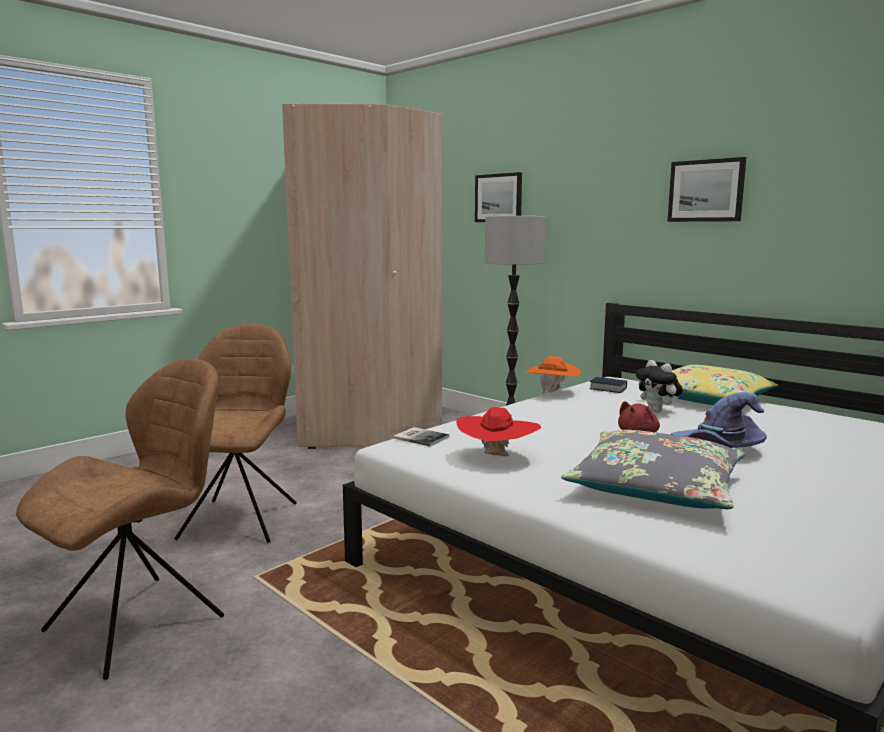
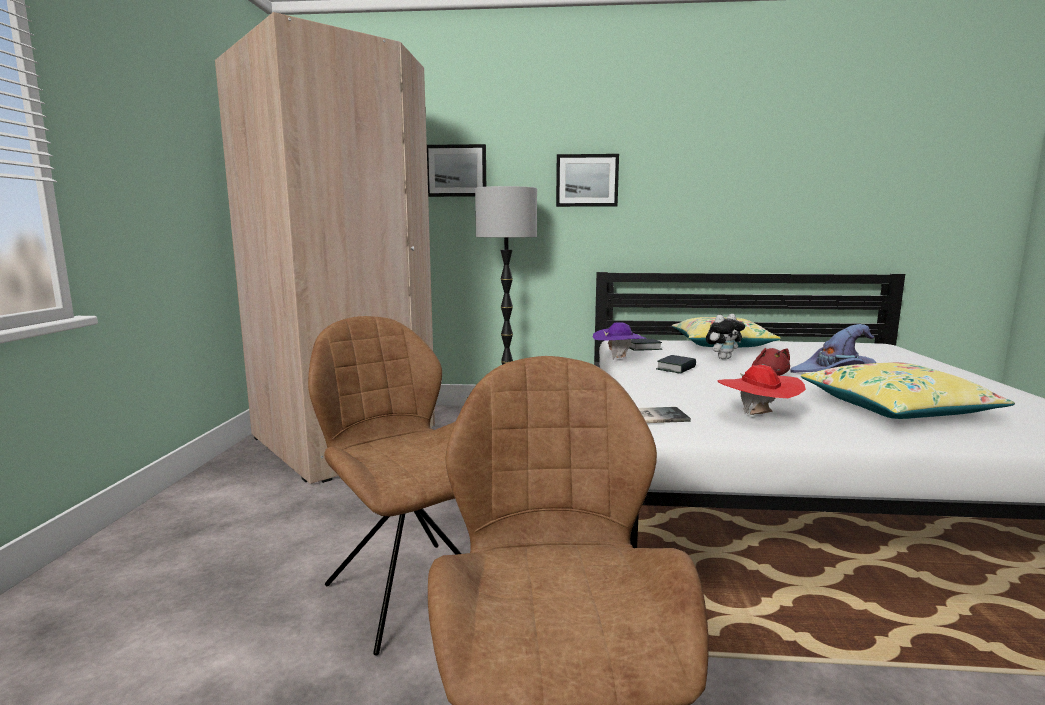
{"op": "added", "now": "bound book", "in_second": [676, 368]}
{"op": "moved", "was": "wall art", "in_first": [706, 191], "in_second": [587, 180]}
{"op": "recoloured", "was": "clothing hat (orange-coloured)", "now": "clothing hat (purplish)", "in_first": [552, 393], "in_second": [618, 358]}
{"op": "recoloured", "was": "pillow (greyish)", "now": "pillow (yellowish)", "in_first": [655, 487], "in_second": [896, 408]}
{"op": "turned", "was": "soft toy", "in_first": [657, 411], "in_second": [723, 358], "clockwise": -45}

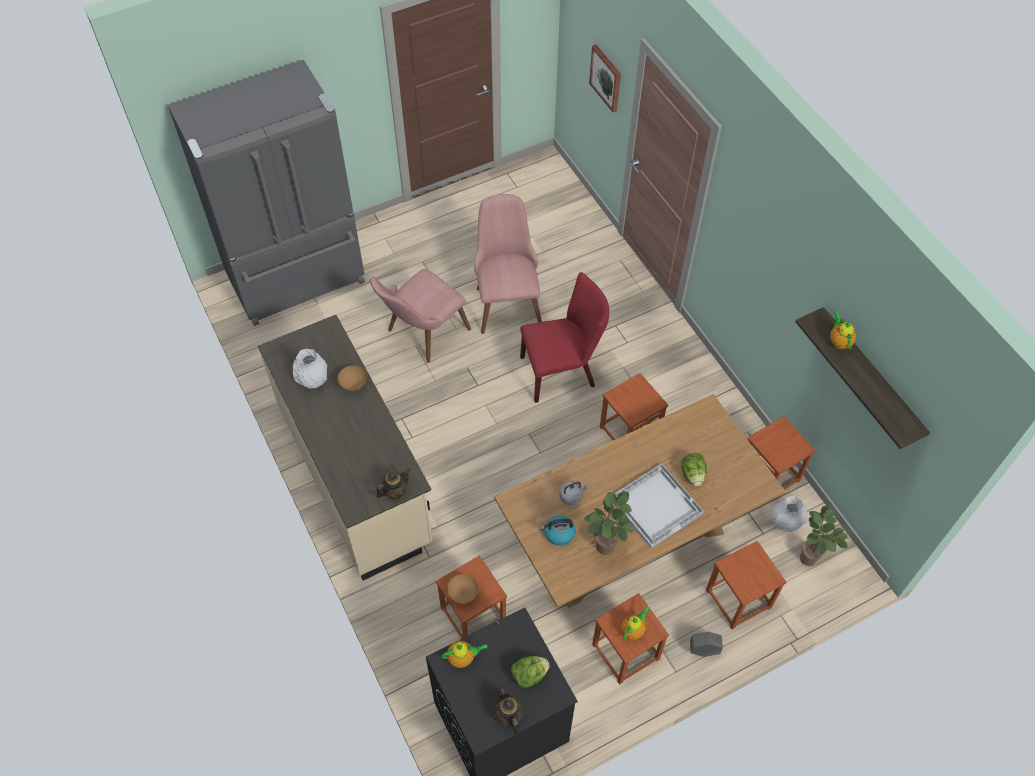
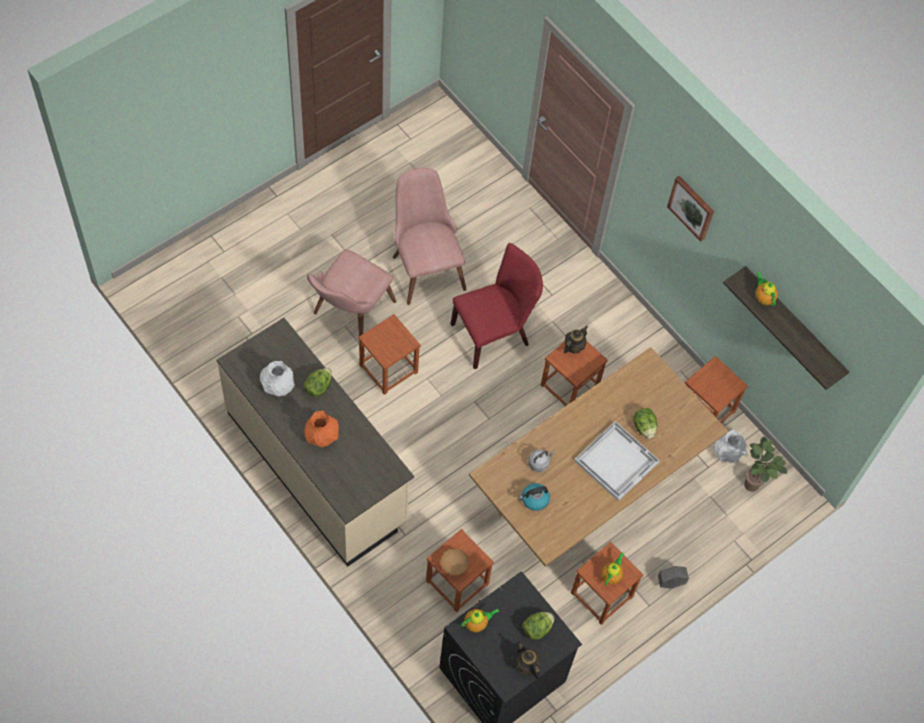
{"op": "removed", "was": "fridge (greyish)", "in_first": [298, 279]}
{"op": "removed", "was": "houseplant", "in_first": [605, 549]}
{"op": "added", "now": "vase (orange-coloured)", "in_second": [322, 436]}
{"op": "moved", "was": "teapot", "in_first": [394, 491], "in_second": [573, 347]}
{"op": "moved", "was": "wall art", "in_first": [606, 78], "in_second": [692, 207]}
{"op": "moved", "was": "stool (brown-coloured)", "in_first": [738, 599], "in_second": [388, 369]}
{"op": "replaced", "was": "deep dish (brown-coloured)", "now": "lettuce head", "in_first": [353, 385], "in_second": [318, 387]}

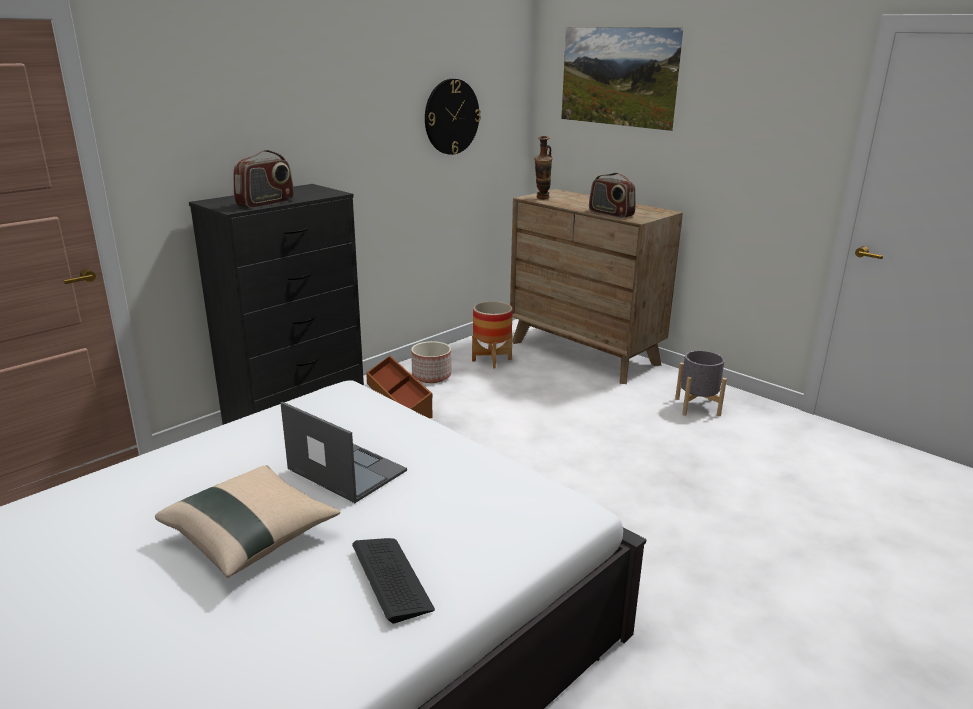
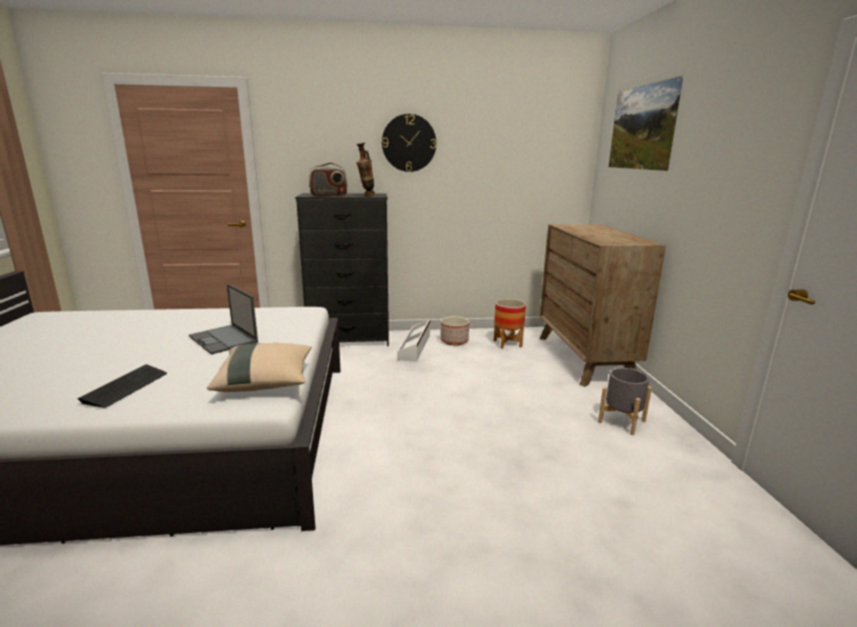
{"op": "removed", "was": "radio set", "in_first": [610, 214]}
{"op": "moved", "was": "pillow (sand-coloured)", "in_first": [251, 537], "in_second": [266, 382]}
{"op": "moved", "was": "wall clock", "in_first": [451, 117], "in_second": [409, 143]}
{"op": "moved", "was": "vase", "in_first": [542, 199], "in_second": [366, 196]}
{"op": "recoloured", "was": "storage bin (brown-coloured)", "now": "storage bin (whitish)", "in_first": [399, 399], "in_second": [415, 347]}
{"op": "turned", "was": "notebook computer", "in_first": [345, 470], "in_second": [224, 339], "clockwise": 150}

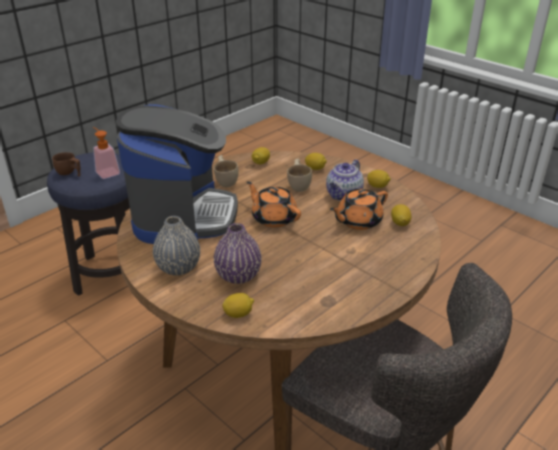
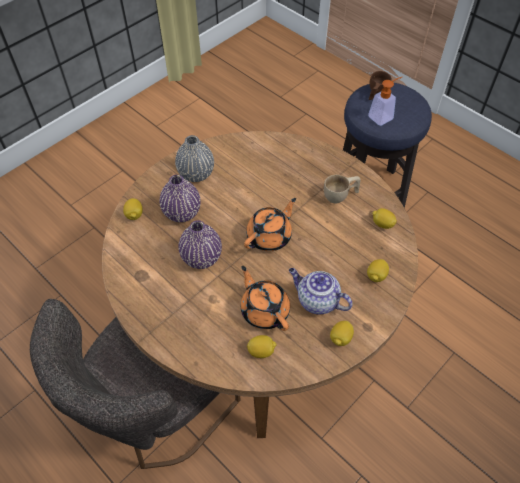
{"op": "removed", "was": "coffee machine", "in_first": [184, 216]}
{"op": "removed", "was": "small cup (sand-coloured)", "in_first": [299, 184]}
{"op": "added", "now": "vase (purplish)", "in_second": [201, 257]}

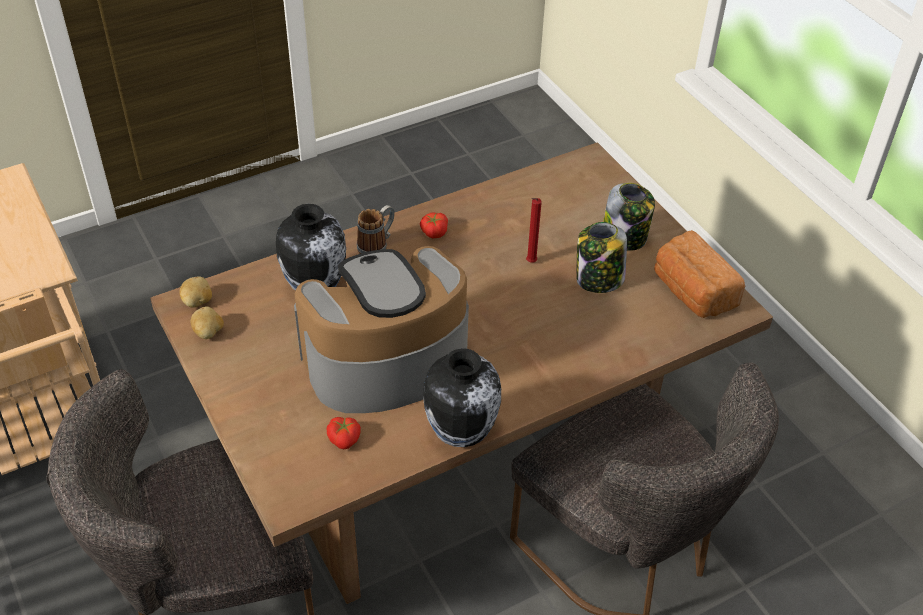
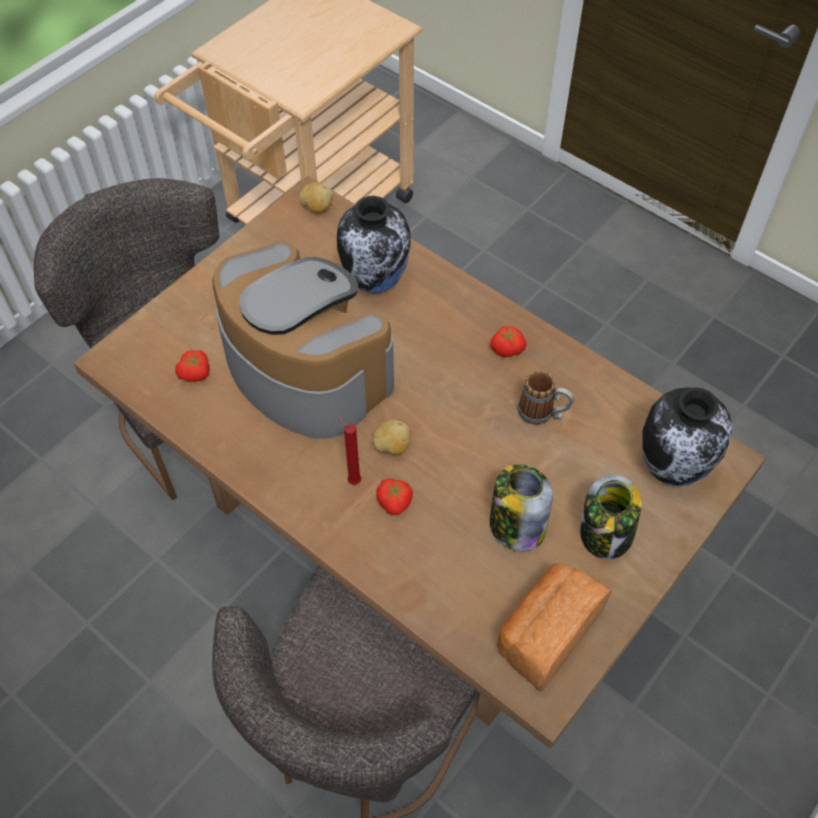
{"op": "added", "now": "fresh tomato", "in_second": [395, 501]}
{"op": "moved", "was": "potato", "in_first": [209, 332], "in_second": [392, 446]}
{"op": "moved", "was": "mug", "in_first": [377, 245], "in_second": [543, 413]}
{"op": "moved", "was": "vase", "in_first": [461, 434], "in_second": [672, 469]}
{"op": "moved", "was": "wax light (red)", "in_first": [530, 263], "in_second": [352, 480]}

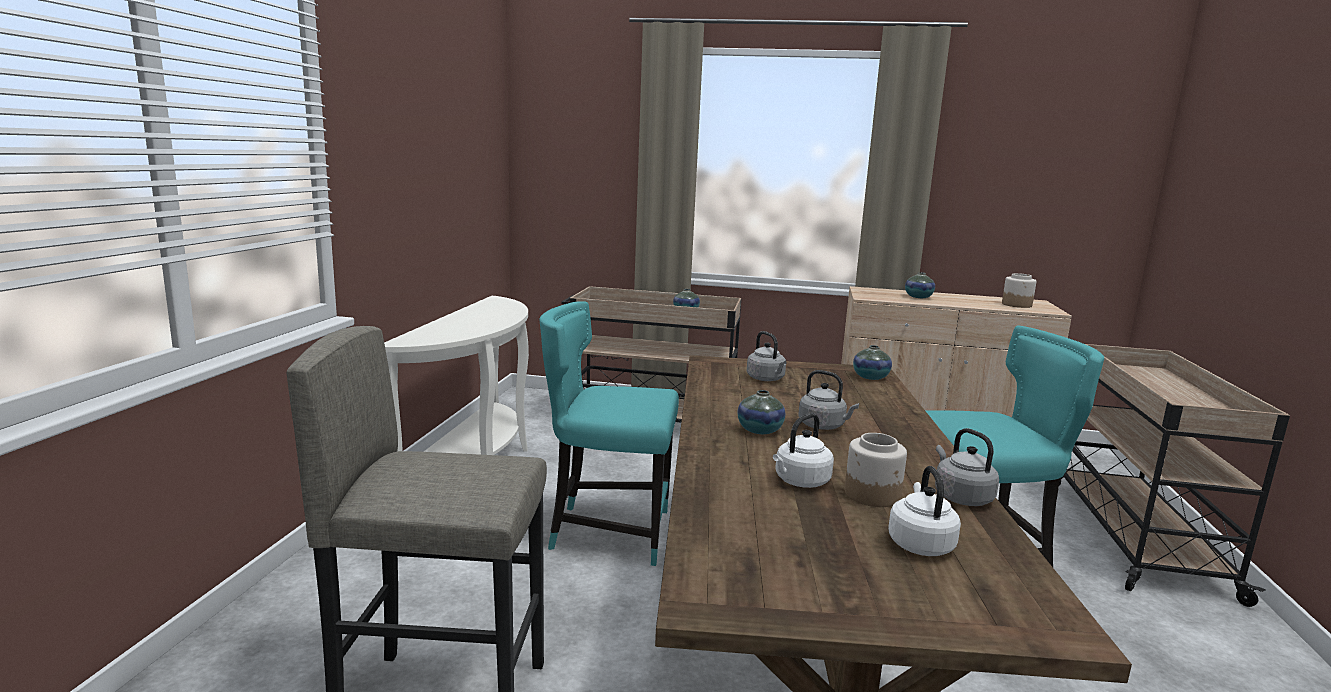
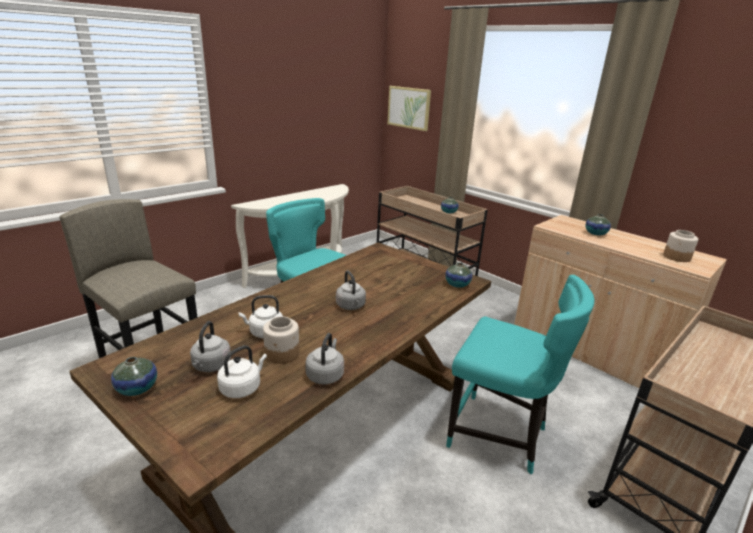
{"op": "added", "now": "wall art", "in_second": [409, 107]}
{"op": "moved", "was": "vase", "in_first": [759, 430], "in_second": [137, 388]}
{"op": "moved", "was": "water kettle (greyish)", "in_first": [766, 379], "in_second": [211, 366]}

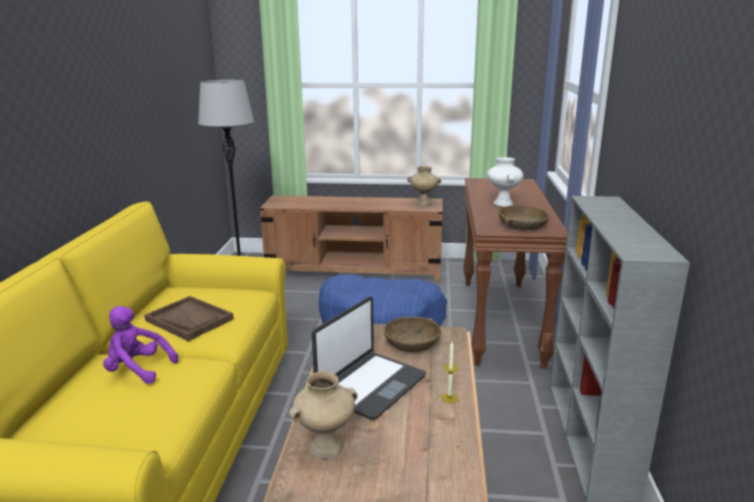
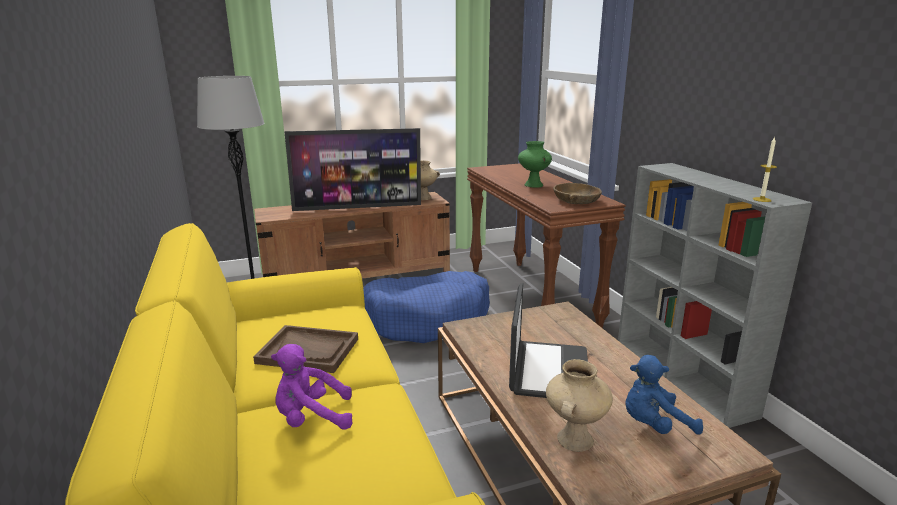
{"op": "removed", "was": "deep dish (brown-coloured)", "in_first": [412, 342]}
{"op": "added", "now": "TV set", "in_second": [358, 207]}
{"op": "added", "now": "soft toy (blue-coloured)", "in_second": [654, 425]}
{"op": "moved", "was": "wax light", "in_first": [449, 398], "in_second": [762, 199]}
{"op": "recoloured", "was": "vase (whitish)", "now": "vase (greenish)", "in_first": [502, 203], "in_second": [533, 185]}

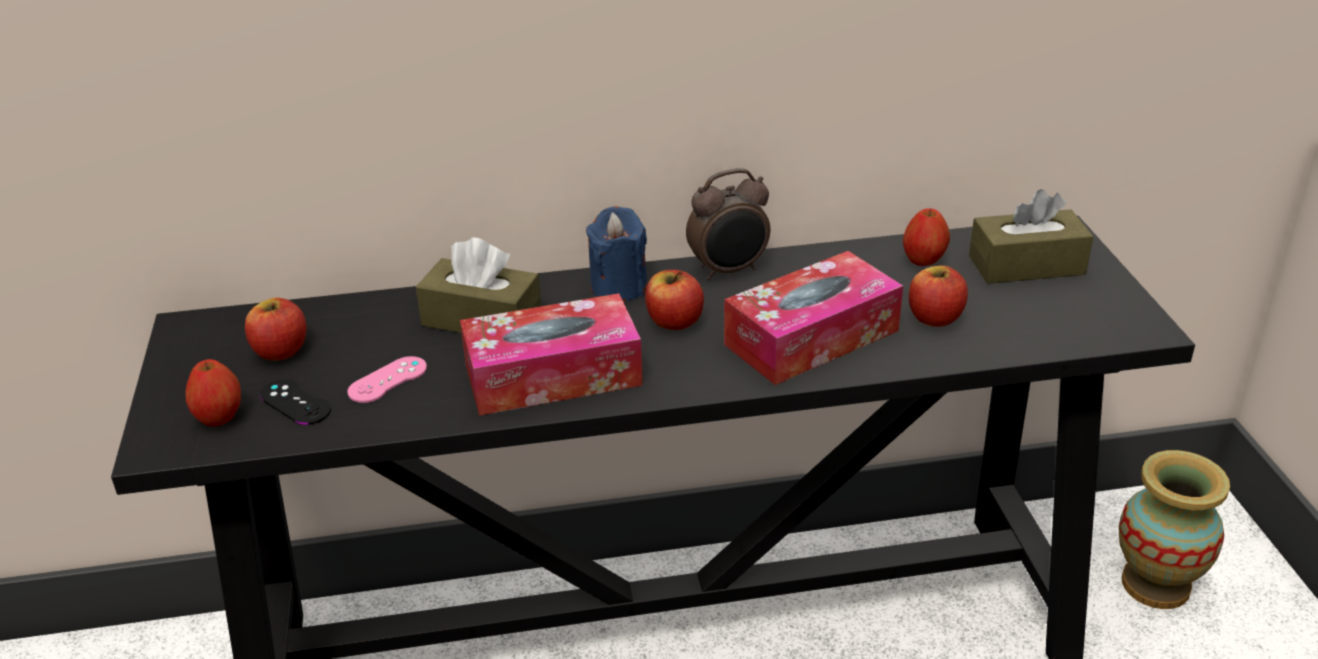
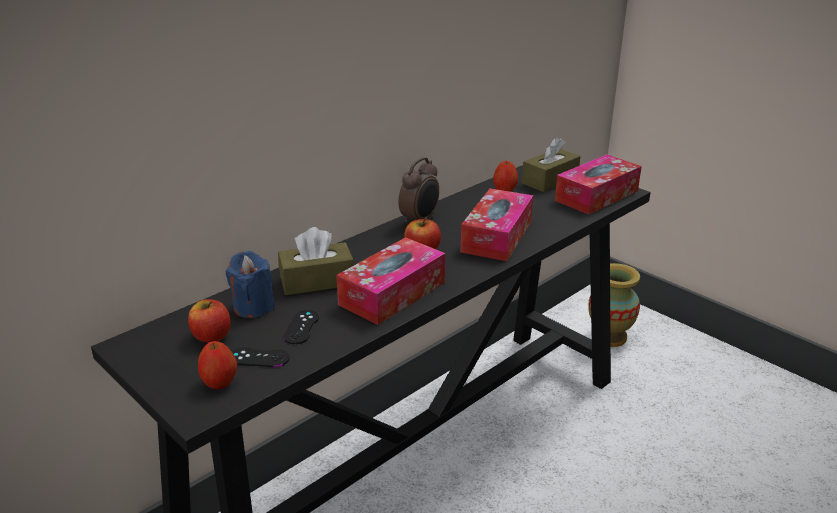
{"op": "removed", "was": "whole apple", "in_first": [934, 318]}
{"op": "added", "now": "tissue box", "in_second": [596, 195]}
{"op": "moved", "was": "wax light (blue-coloured)", "in_first": [618, 287], "in_second": [253, 307]}
{"op": "recoloured", "was": "joypad (pink)", "now": "joypad (black-coloured)", "in_first": [387, 380], "in_second": [301, 327]}

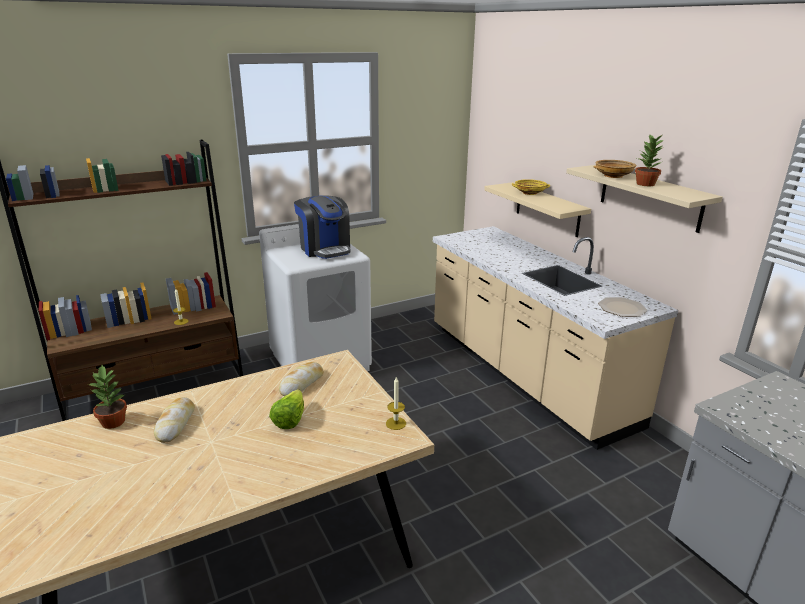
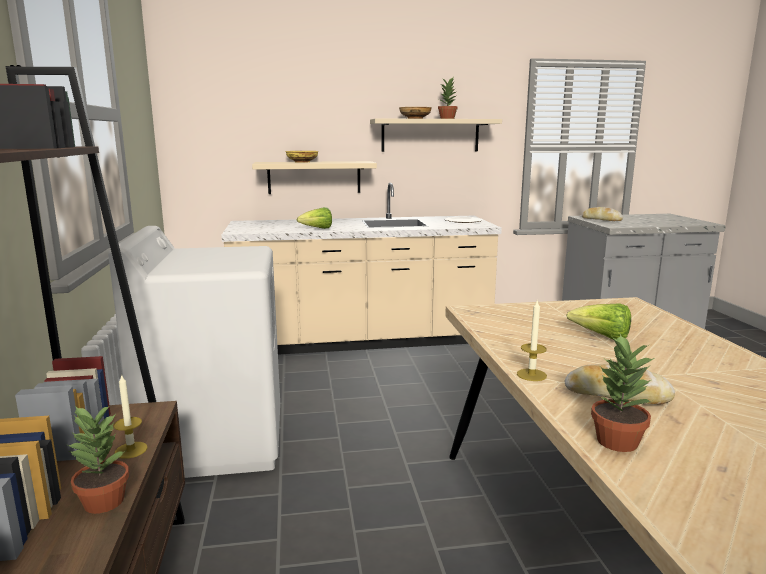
{"op": "removed", "was": "coffee machine", "in_first": [325, 249]}
{"op": "added", "now": "houseplant", "in_second": [102, 502]}
{"op": "added", "now": "lettuce head", "in_second": [317, 229]}
{"op": "moved", "was": "bakery bread", "in_first": [302, 383], "in_second": [601, 219]}
{"op": "moved", "was": "wax light", "in_first": [396, 423], "in_second": [531, 375]}

